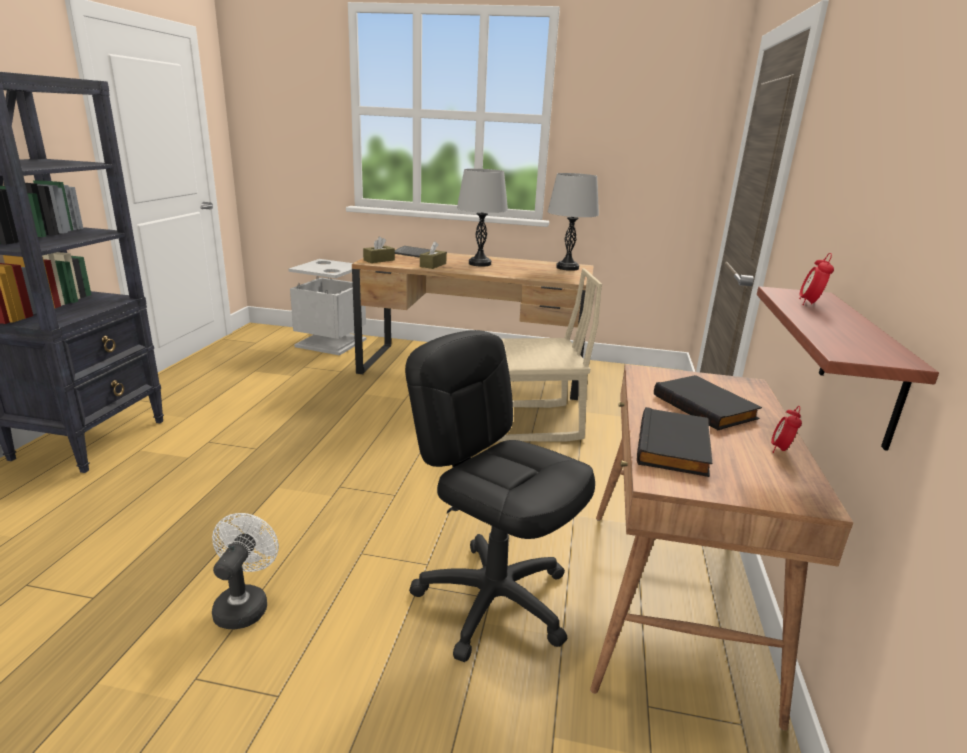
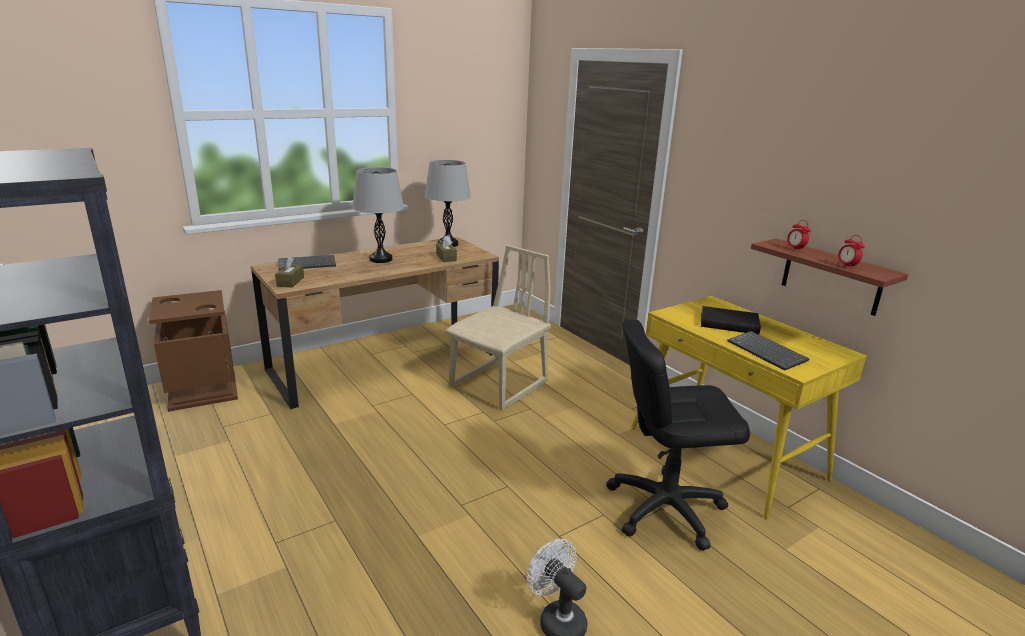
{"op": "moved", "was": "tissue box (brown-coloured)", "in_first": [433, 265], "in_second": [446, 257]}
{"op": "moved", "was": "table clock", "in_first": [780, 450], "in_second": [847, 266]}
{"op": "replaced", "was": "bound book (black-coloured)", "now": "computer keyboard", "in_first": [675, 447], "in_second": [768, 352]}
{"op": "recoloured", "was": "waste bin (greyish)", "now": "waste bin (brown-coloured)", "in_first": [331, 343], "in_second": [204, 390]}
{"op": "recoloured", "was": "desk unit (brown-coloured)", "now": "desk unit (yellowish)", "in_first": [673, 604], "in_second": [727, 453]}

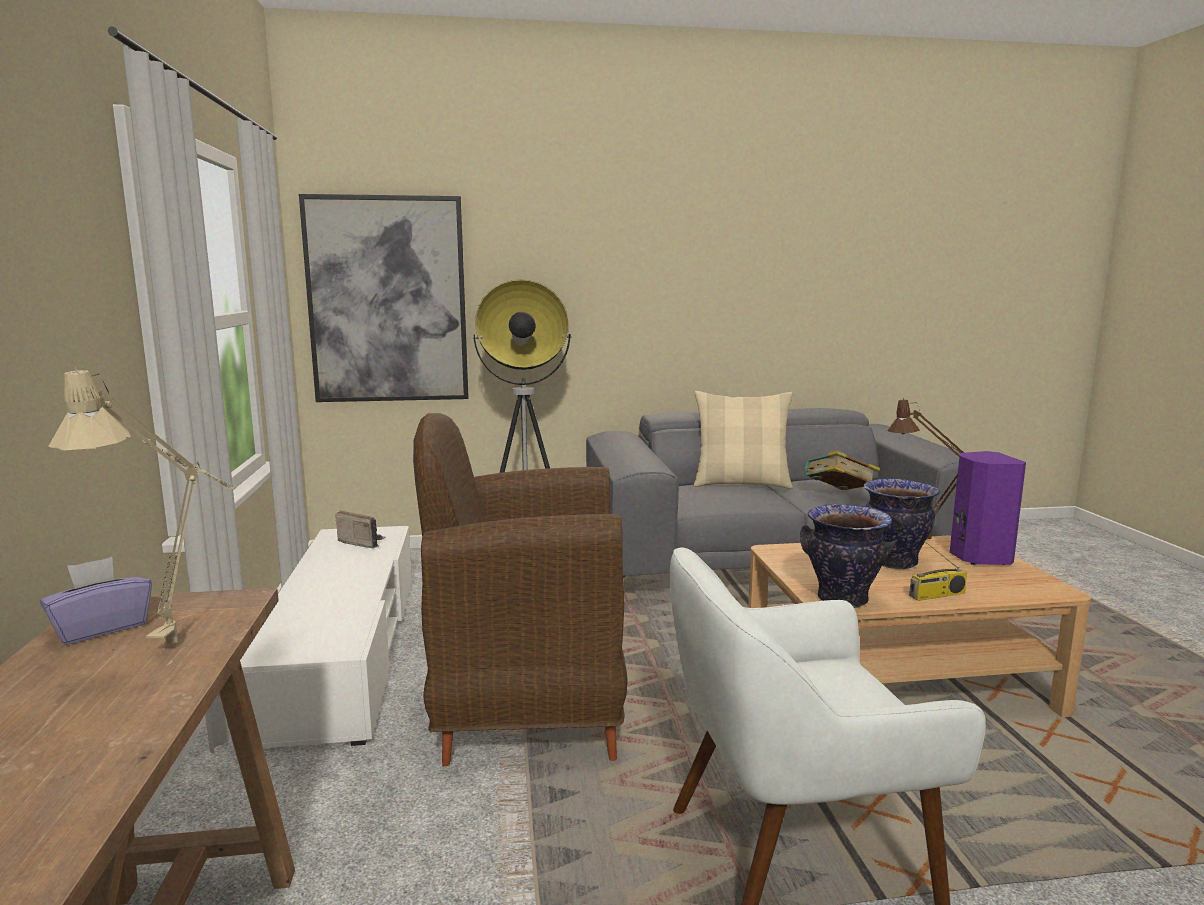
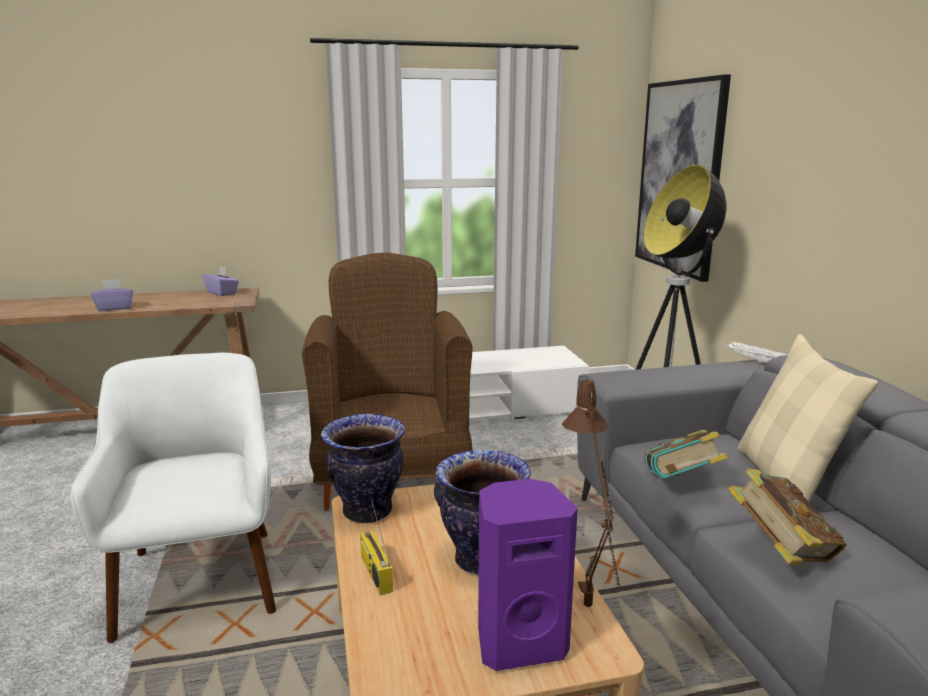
{"op": "removed", "was": "tabletop lamp (sand-coloured)", "in_first": [182, 639]}
{"op": "removed", "was": "radio set", "in_first": [362, 542]}
{"op": "added", "now": "tissue box (purplish)", "in_second": [115, 308]}
{"op": "added", "now": "bound book", "in_second": [681, 485]}
{"op": "added", "now": "tray (whitish)", "in_second": [755, 361]}

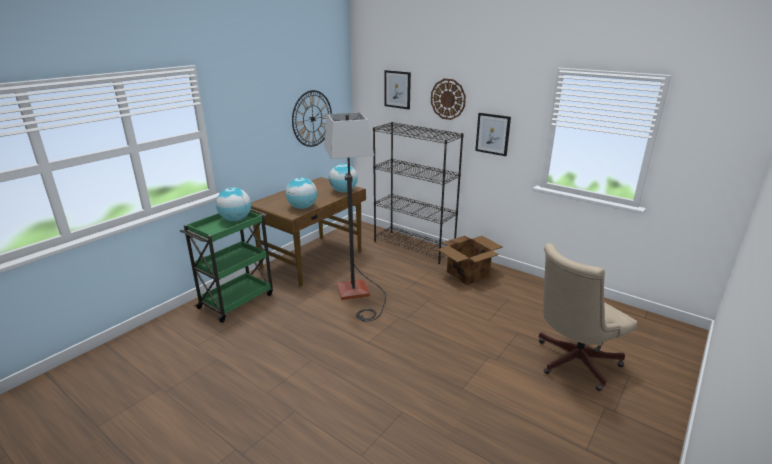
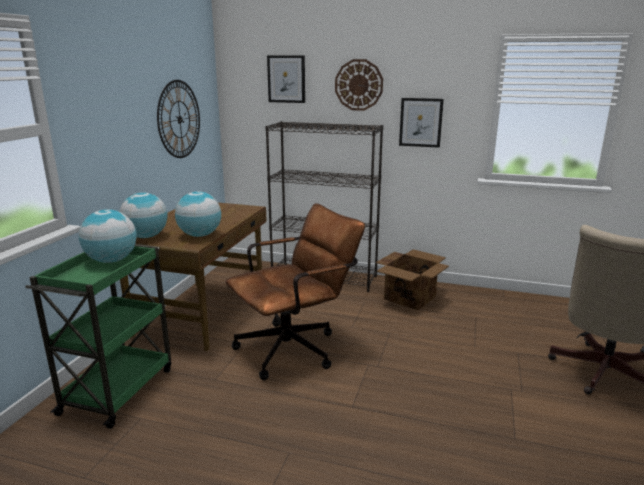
{"op": "moved", "was": "globe", "in_first": [343, 191], "in_second": [146, 236]}
{"op": "replaced", "was": "standing lamp", "now": "desk chair (brown-coloured)", "in_first": [358, 295], "in_second": [295, 347]}

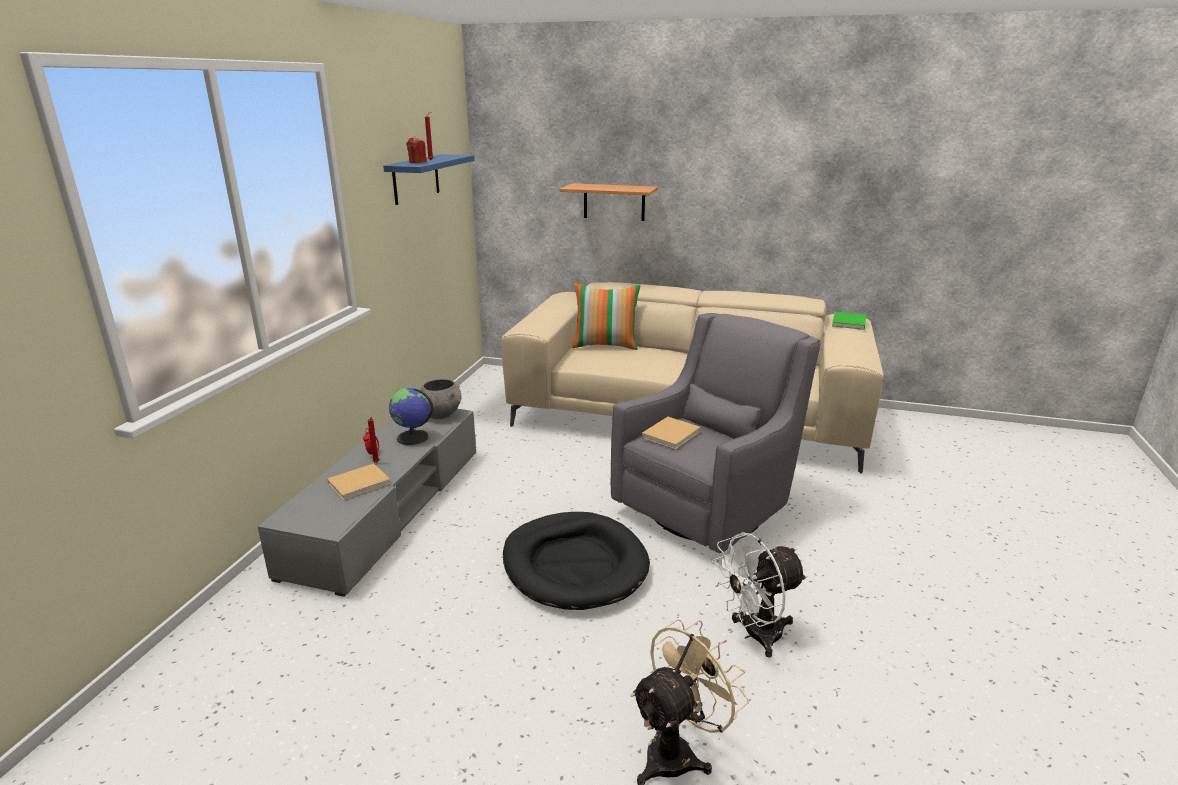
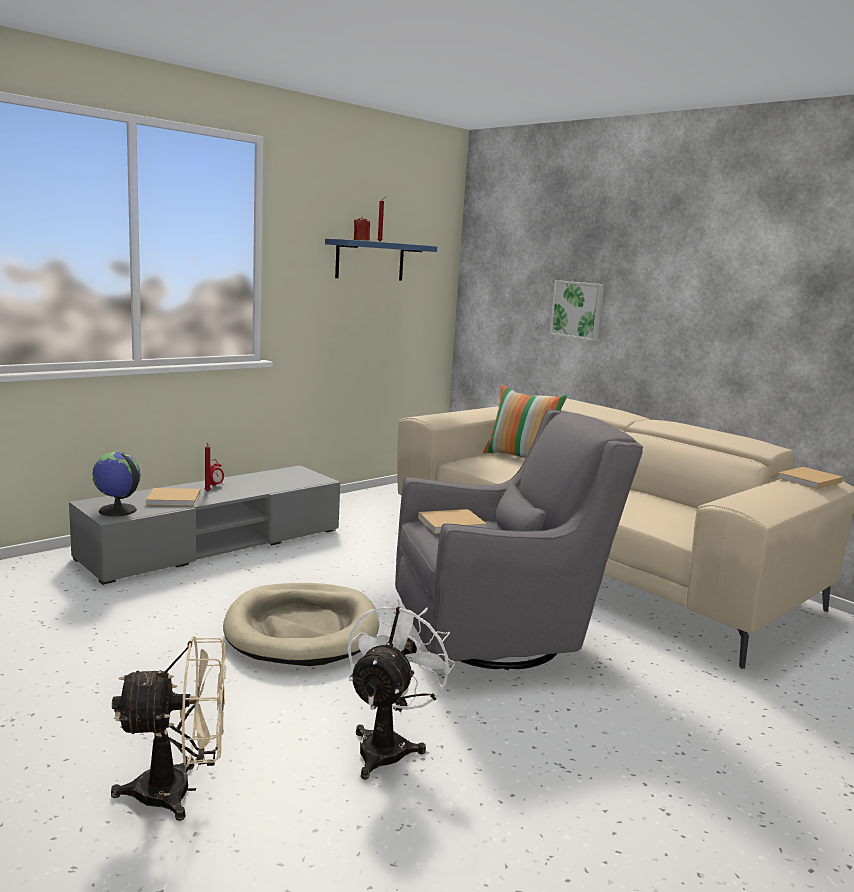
{"op": "removed", "was": "deep dish (greyish)", "in_first": [441, 414]}
{"op": "moved", "was": "globe", "in_first": [412, 438], "in_second": [117, 510]}
{"op": "replaced", "was": "bracket shelf", "now": "wall art", "in_first": [614, 202], "in_second": [578, 310]}
{"op": "recoloured", "was": "dog cushion (black-coloured)", "now": "dog cushion (sand-coloured)", "in_first": [574, 565], "in_second": [302, 629]}
{"op": "recoloured", "was": "bound book (greenish)", "now": "bound book (sand-coloured)", "in_first": [848, 322], "in_second": [808, 480]}
{"op": "turned", "was": "cooling fan (whitish)", "in_first": [754, 635], "in_second": [388, 745], "clockwise": 105}

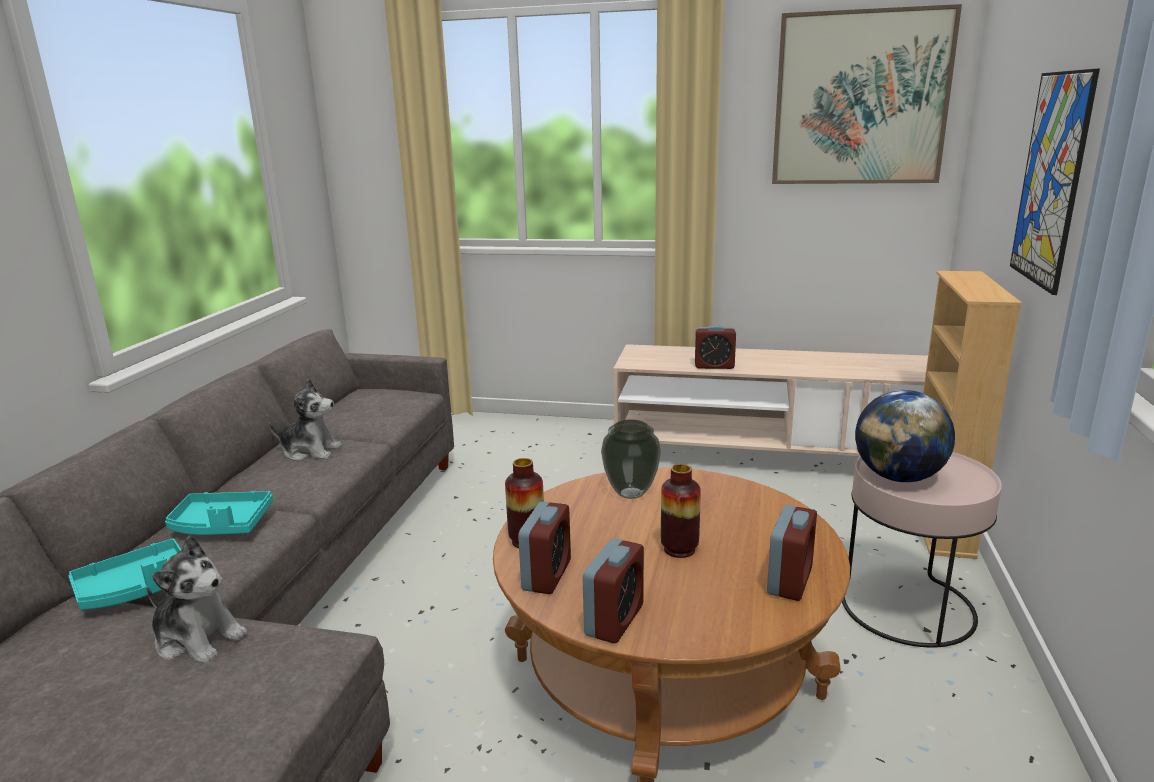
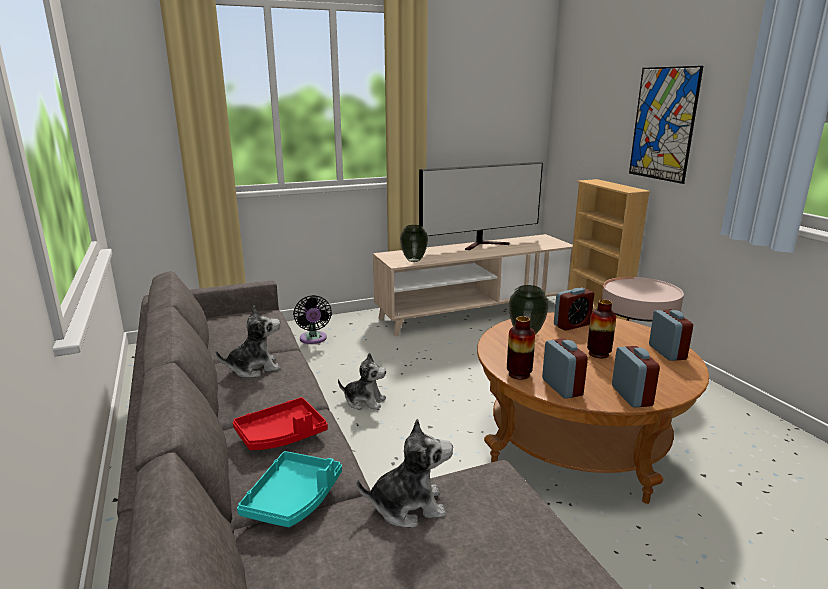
{"op": "removed", "was": "wall art", "in_first": [860, 99]}
{"op": "removed", "was": "globe", "in_first": [899, 477]}
{"op": "added", "now": "cooling fan (black-coloured)", "in_second": [313, 339]}
{"op": "added", "now": "soft toy", "in_second": [364, 401]}
{"op": "added", "now": "vase", "in_second": [414, 260]}
{"op": "added", "now": "TV set", "in_second": [484, 244]}
{"op": "moved", "was": "table clock", "in_first": [714, 366], "in_second": [572, 325]}
{"op": "recoloured", "was": "tray (turquoise-coloured)", "now": "tray (red)", "in_first": [221, 525], "in_second": [282, 435]}

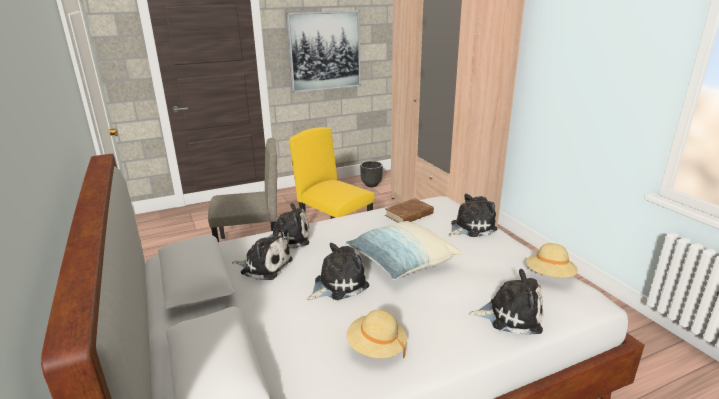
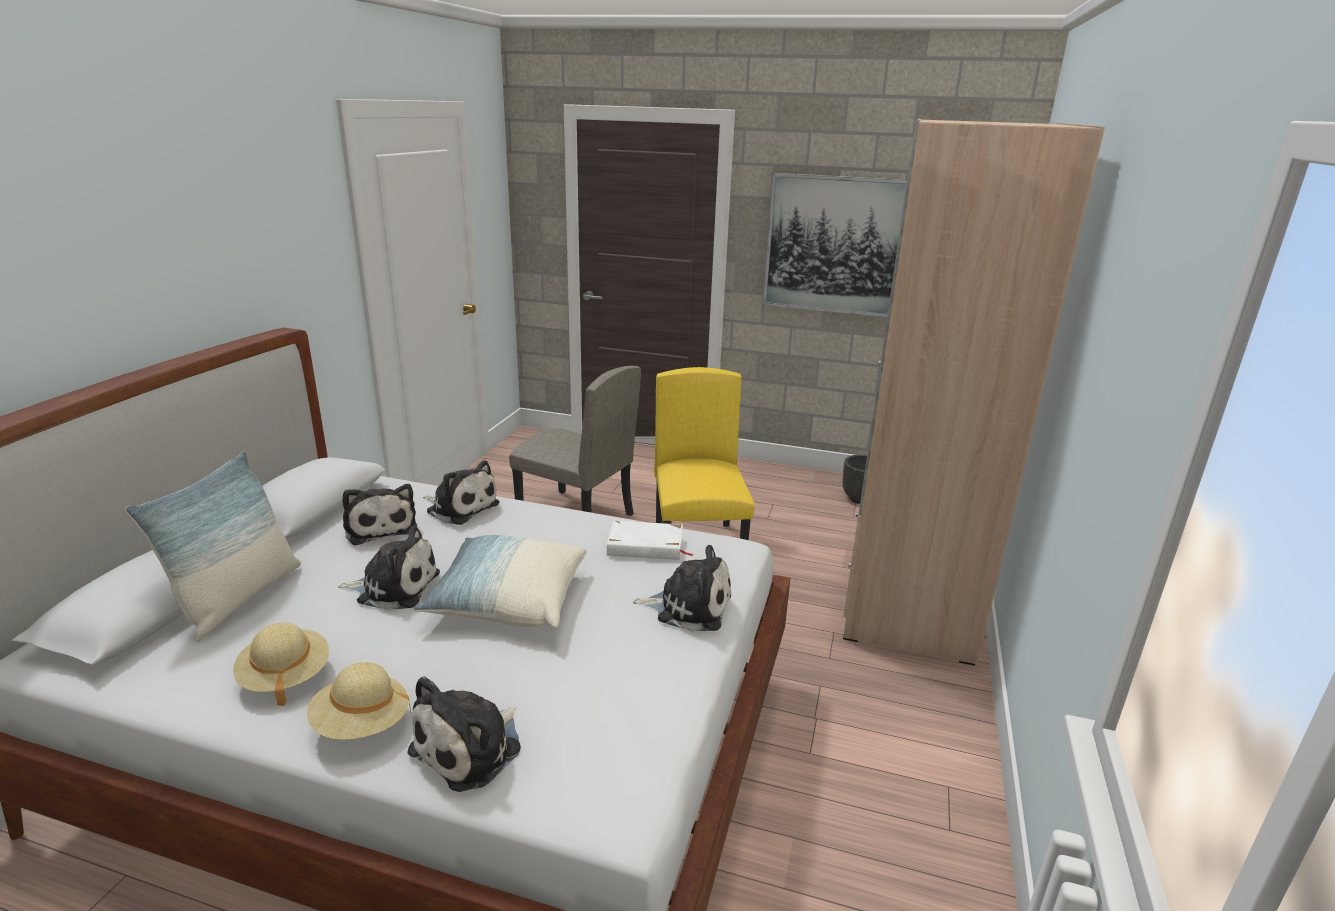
{"op": "added", "now": "pillow", "in_second": [238, 598]}
{"op": "moved", "was": "clothing hat (sand-coloured)", "in_first": [549, 276], "in_second": [361, 724]}
{"op": "recoloured", "was": "bound book (brown-coloured)", "now": "bound book (whitish)", "in_first": [409, 214], "in_second": [645, 546]}
{"op": "turned", "was": "soft toy", "in_first": [510, 315], "in_second": [472, 747], "clockwise": 75}

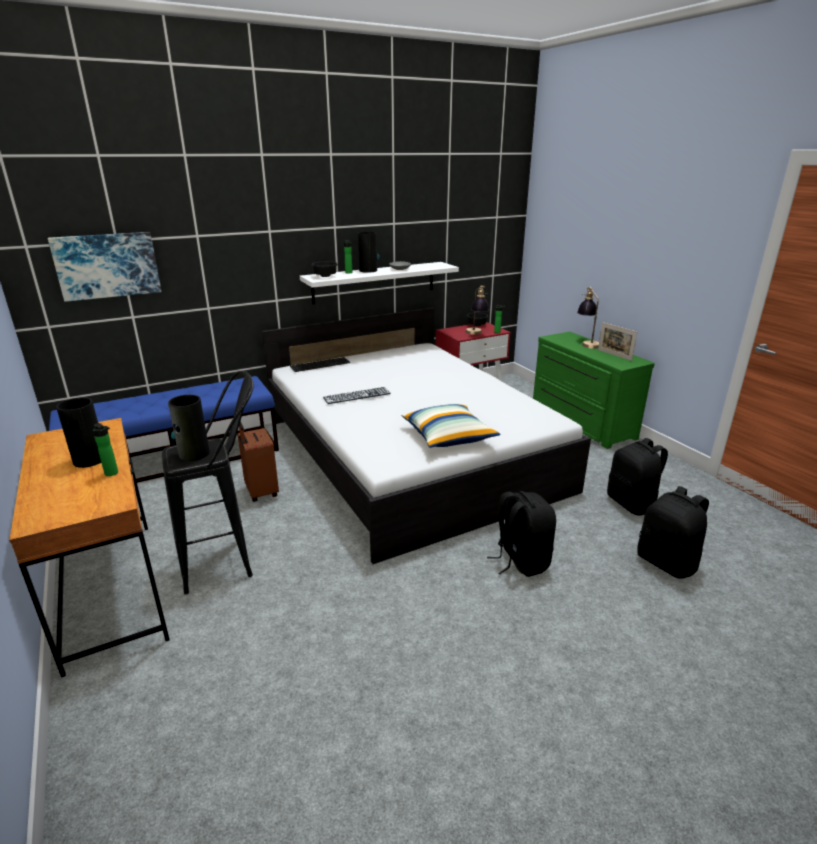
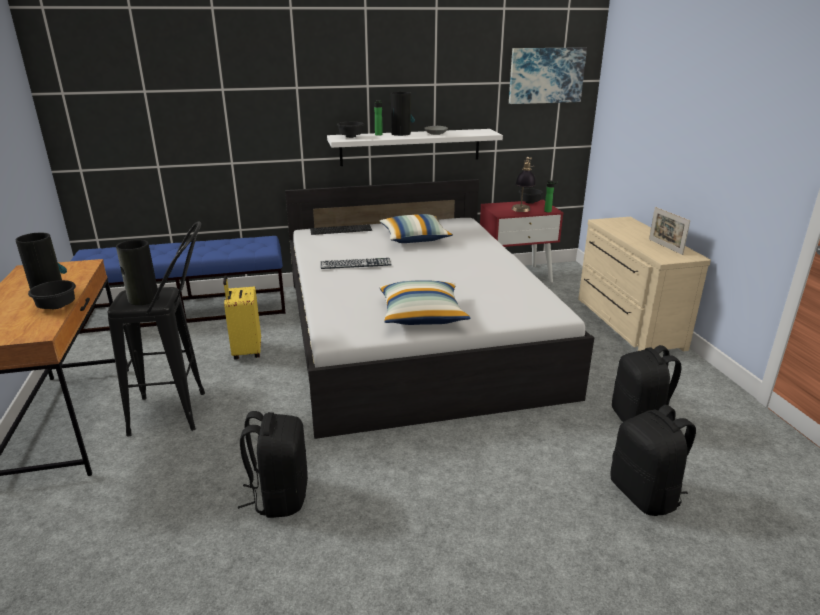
{"op": "removed", "was": "tabletop lamp", "in_first": [587, 343]}
{"op": "added", "now": "pillow", "in_second": [415, 238]}
{"op": "moved", "was": "wall art", "in_first": [107, 265], "in_second": [546, 75]}
{"op": "moved", "was": "rucksack (black-coloured)", "in_first": [520, 560], "in_second": [279, 496]}
{"op": "replaced", "was": "bottle", "now": "deep dish (black-coloured)", "in_first": [112, 473], "in_second": [56, 307]}
{"op": "recoloured", "was": "suitcase (brown-coloured)", "now": "suitcase (yellowish)", "in_first": [260, 492], "in_second": [246, 351]}
{"op": "recoloured", "was": "drawer chest (greenish)", "now": "drawer chest (sand-coloured)", "in_first": [580, 422], "in_second": [626, 323]}

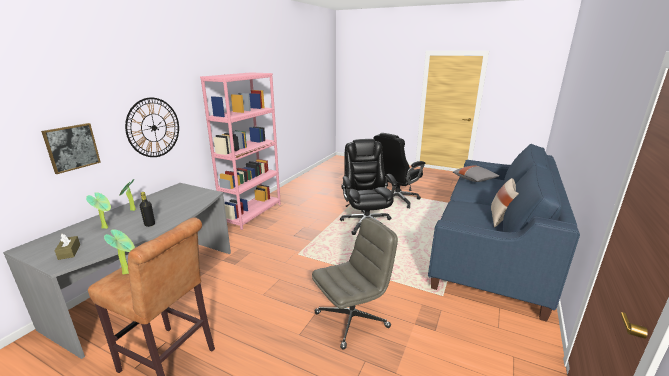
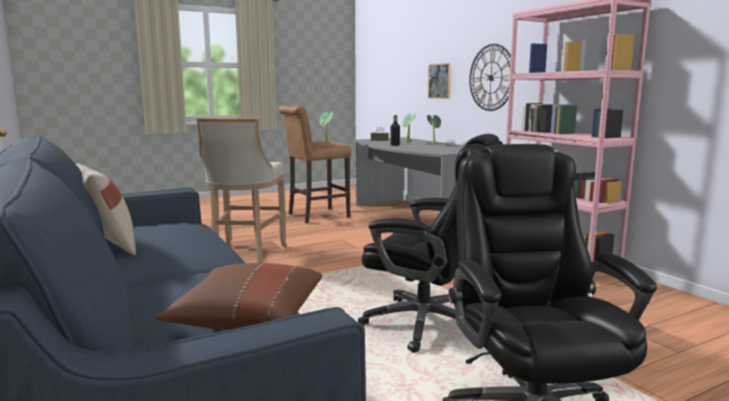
{"op": "replaced", "was": "desk chair (greyish)", "now": "stool (sand-coloured)", "in_first": [352, 319], "in_second": [246, 256]}
{"op": "recoloured", "was": "pillow (greyish)", "now": "pillow (brown-coloured)", "in_first": [474, 180], "in_second": [248, 320]}

